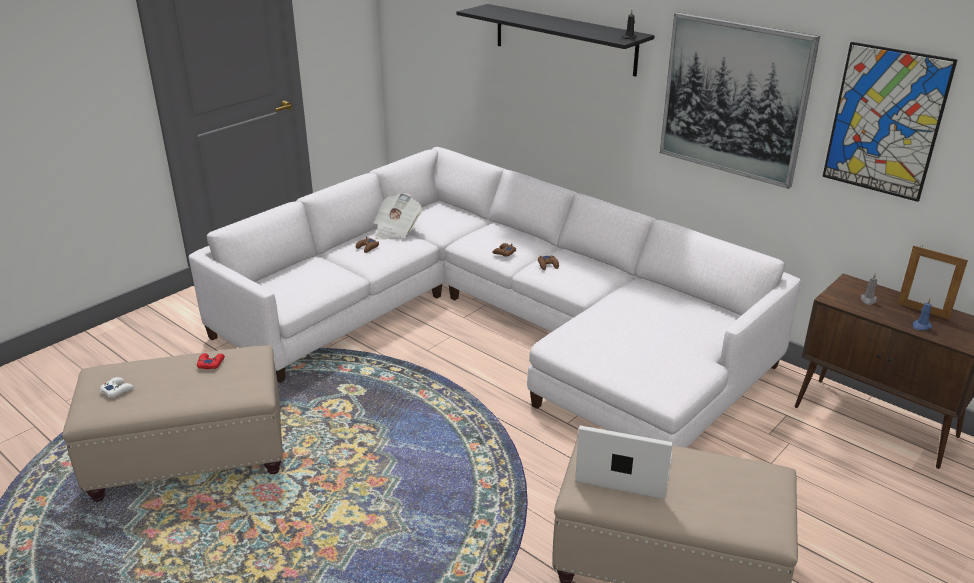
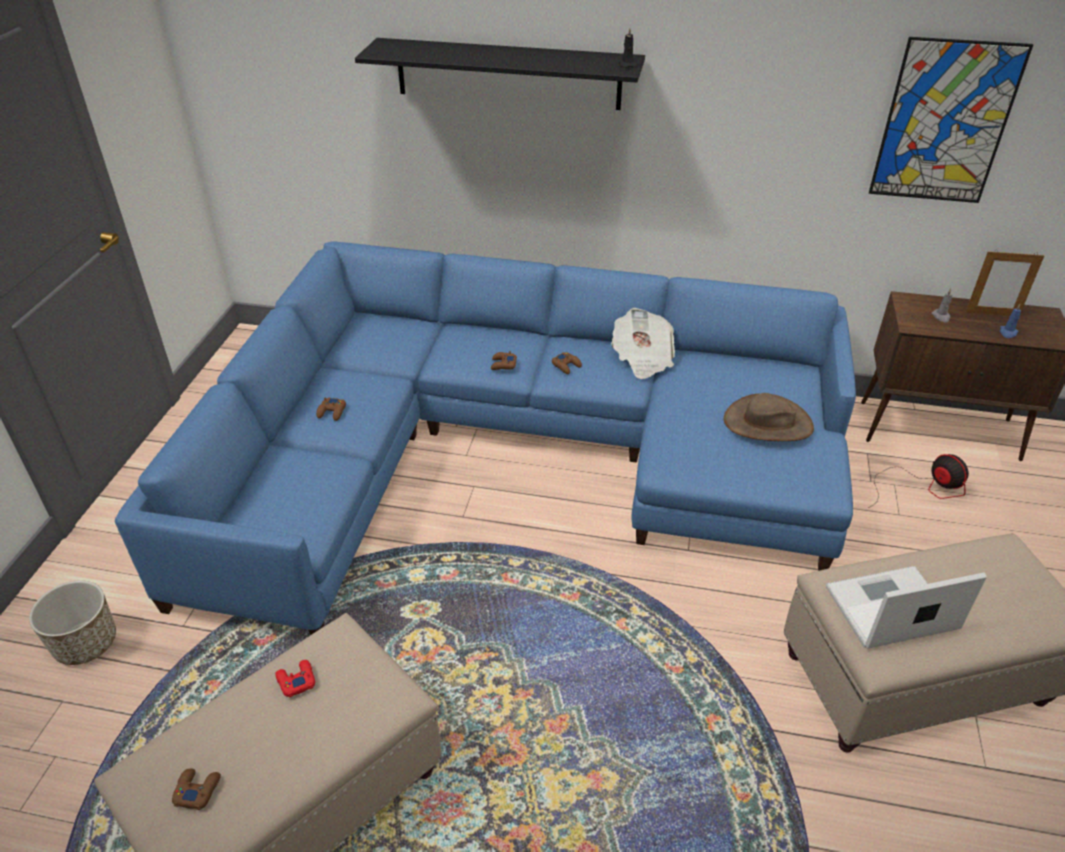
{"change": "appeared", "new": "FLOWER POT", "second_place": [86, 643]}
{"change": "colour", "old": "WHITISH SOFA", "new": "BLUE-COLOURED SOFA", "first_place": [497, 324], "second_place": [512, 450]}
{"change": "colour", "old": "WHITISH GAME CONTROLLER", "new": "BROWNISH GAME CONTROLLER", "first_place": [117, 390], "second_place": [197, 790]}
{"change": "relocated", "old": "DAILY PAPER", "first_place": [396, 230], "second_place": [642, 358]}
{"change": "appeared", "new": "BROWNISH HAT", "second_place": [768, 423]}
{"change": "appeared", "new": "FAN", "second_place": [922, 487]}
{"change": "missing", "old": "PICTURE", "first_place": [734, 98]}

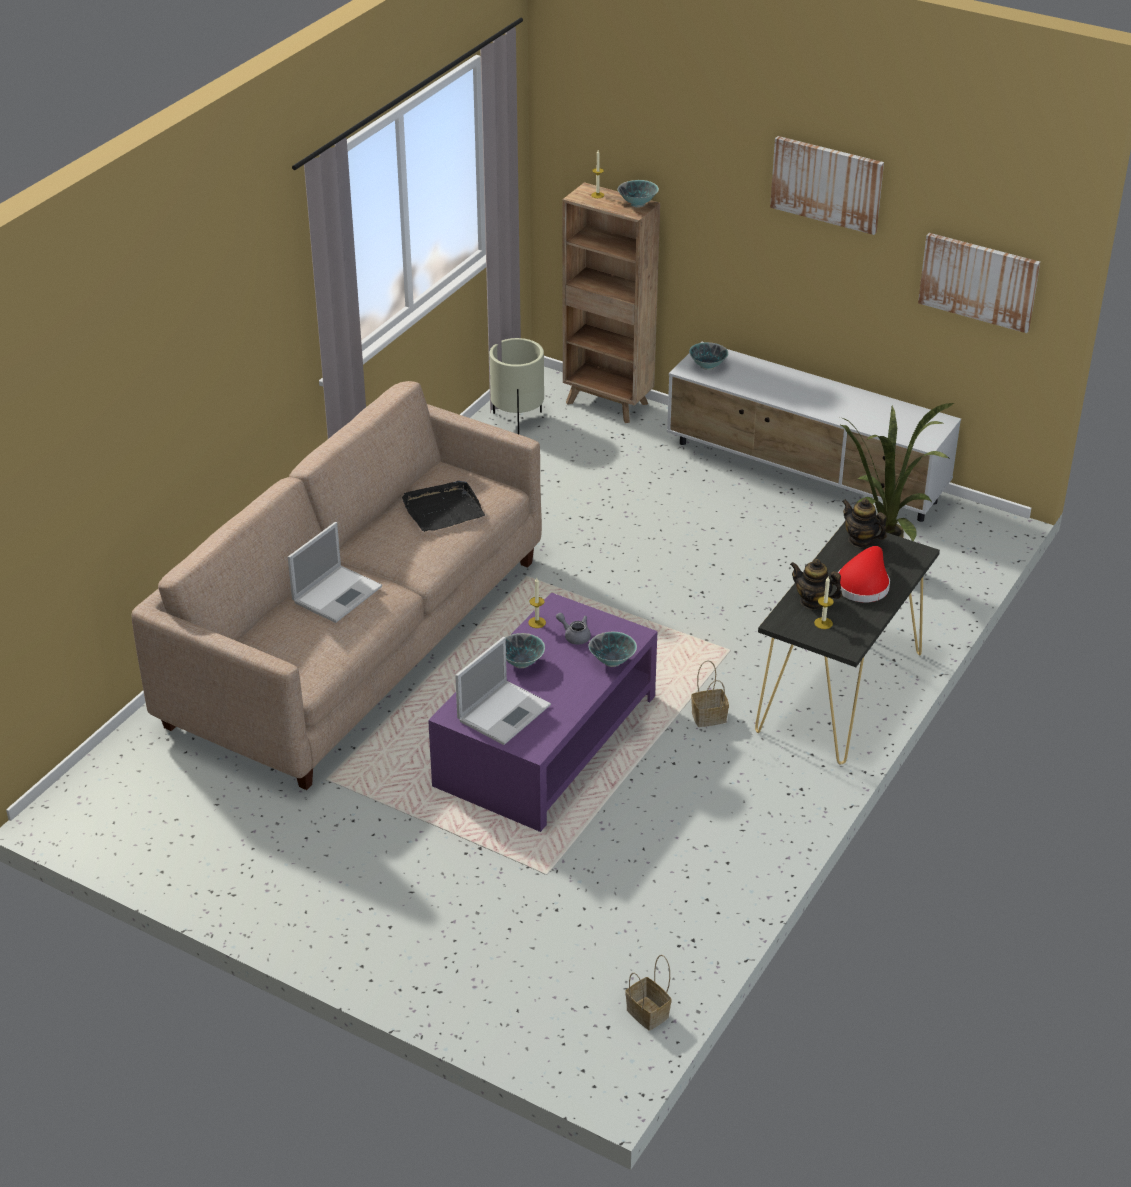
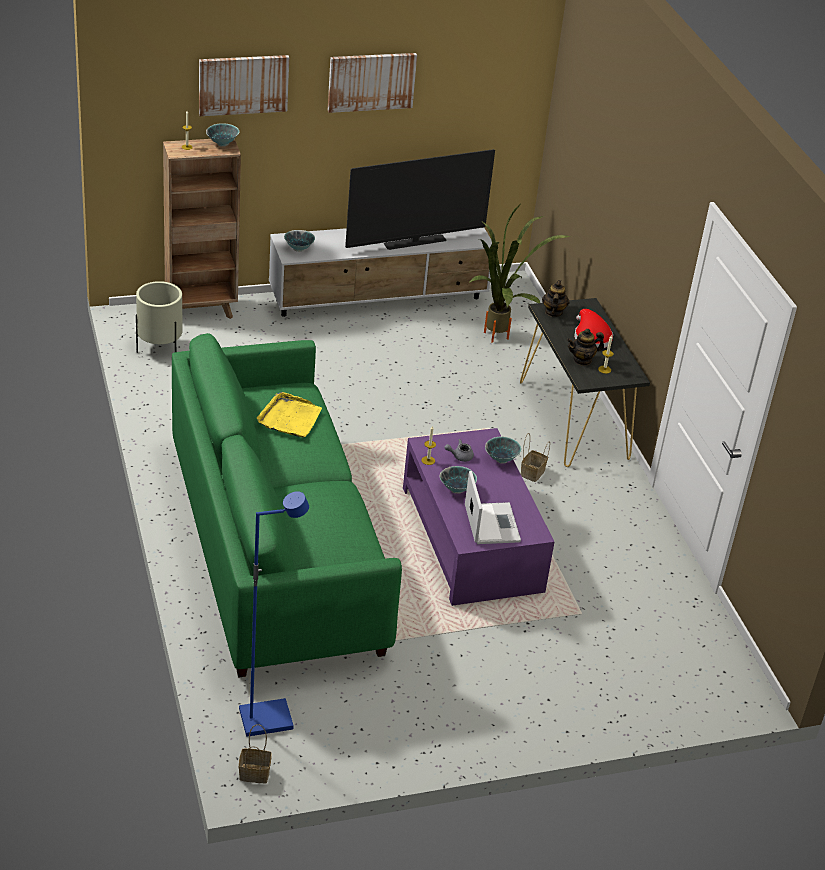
{"change": "colour", "old": "BEIGE-COLOURED SOFA", "new": "GREEN-COLOURED SOFA", "first_place": [357, 641], "second_place": [275, 547]}
{"change": "relocated", "old": "PICTURE", "first_place": [979, 281], "second_place": [243, 84]}
{"change": "appeared", "new": "BLUE-COLOURED STANDARD LAMP", "second_place": [266, 718]}
{"change": "relocated", "old": "STORAGE BASKET", "first_place": [649, 1013], "second_place": [255, 773]}
{"change": "colour", "old": "BLACK-COLOURED CARRYING TRAY", "new": "YELLOWISH CARRYING TRAY", "first_place": [442, 510], "second_place": [289, 418]}
{"change": "appeared", "new": "TELEVISION", "second_place": [415, 242]}
{"change": "spun", "old": "POT FOR TEA", "first_place": [861, 540], "second_place": [553, 312], "degrees": 105}
{"change": "missing", "old": "NOTEBOOK COMPUTER", "first_place": [338, 593]}

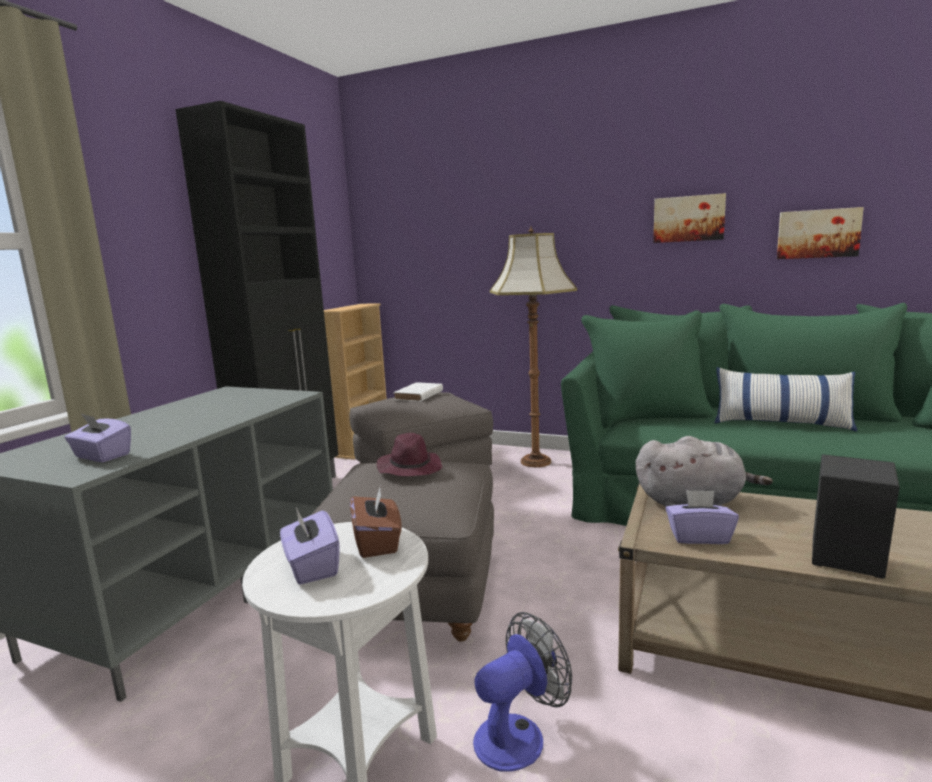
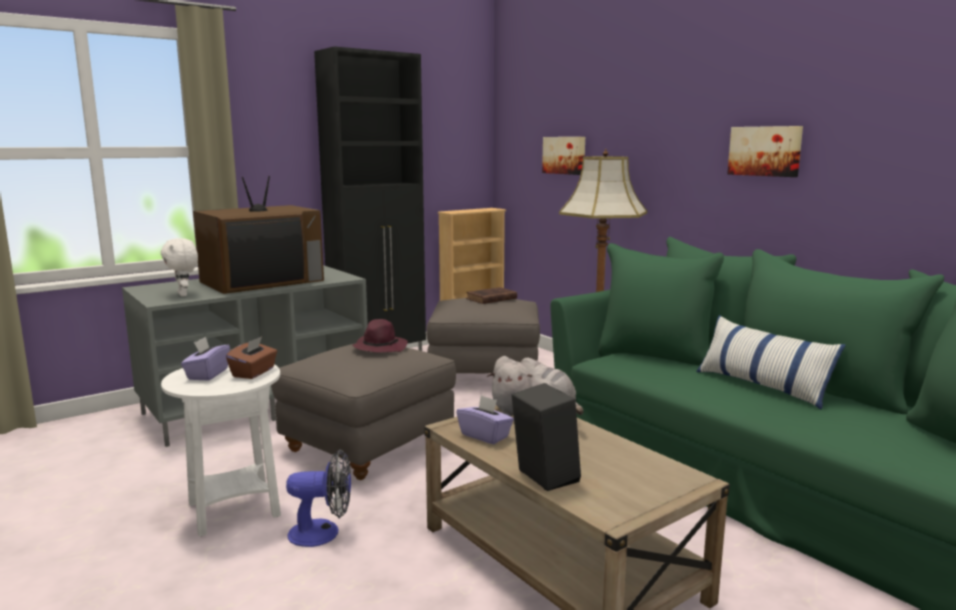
{"change": "exchanged", "old": "PURPLISH TISSUE HOLDER", "new": "WHITISH SOFT TOY", "first_place": [102, 456], "second_place": [184, 295]}
{"change": "appeared", "new": "TELEVISION", "second_place": [263, 281]}
{"change": "colour", "old": "WHITISH VOLUME", "new": "BROWNISH VOLUME", "first_place": [418, 395], "second_place": [490, 299]}
{"change": "relocated", "old": "PICTURE", "first_place": [818, 234], "second_place": [565, 155]}

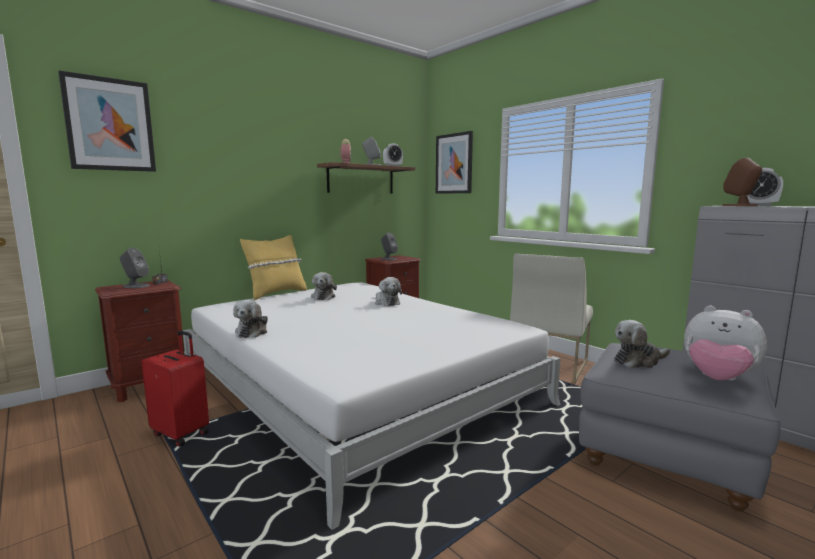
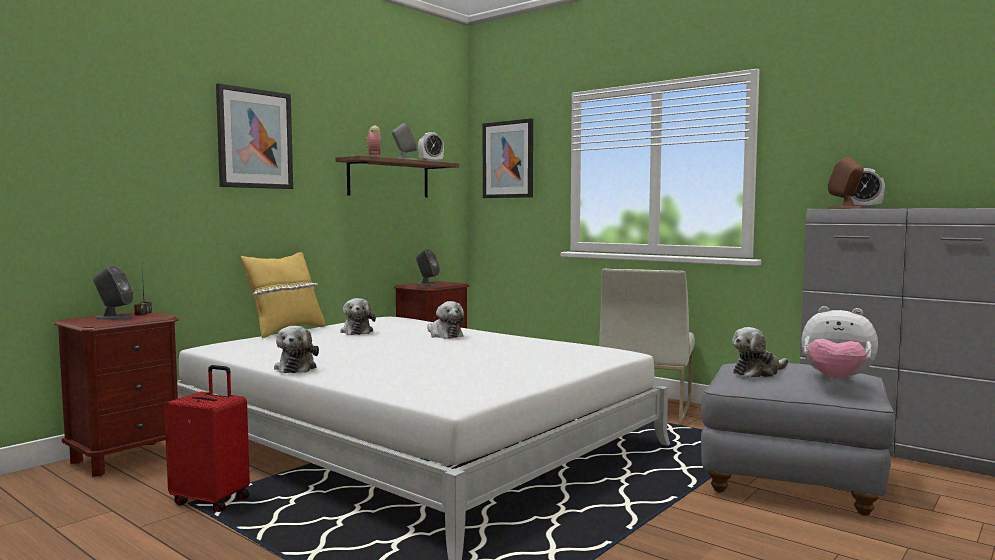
{"change": "relocated", "old": "PICTURE", "first_place": [110, 124], "second_place": [255, 139]}

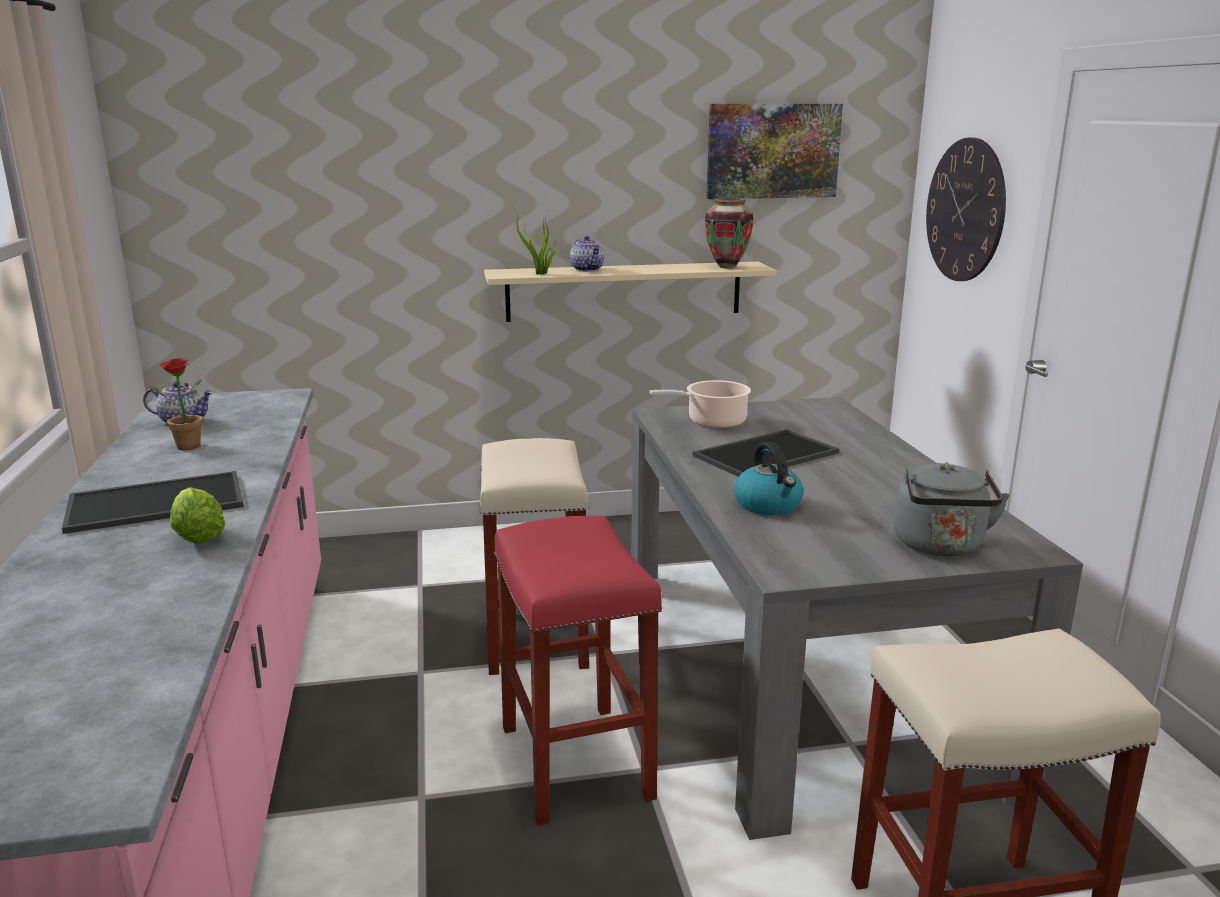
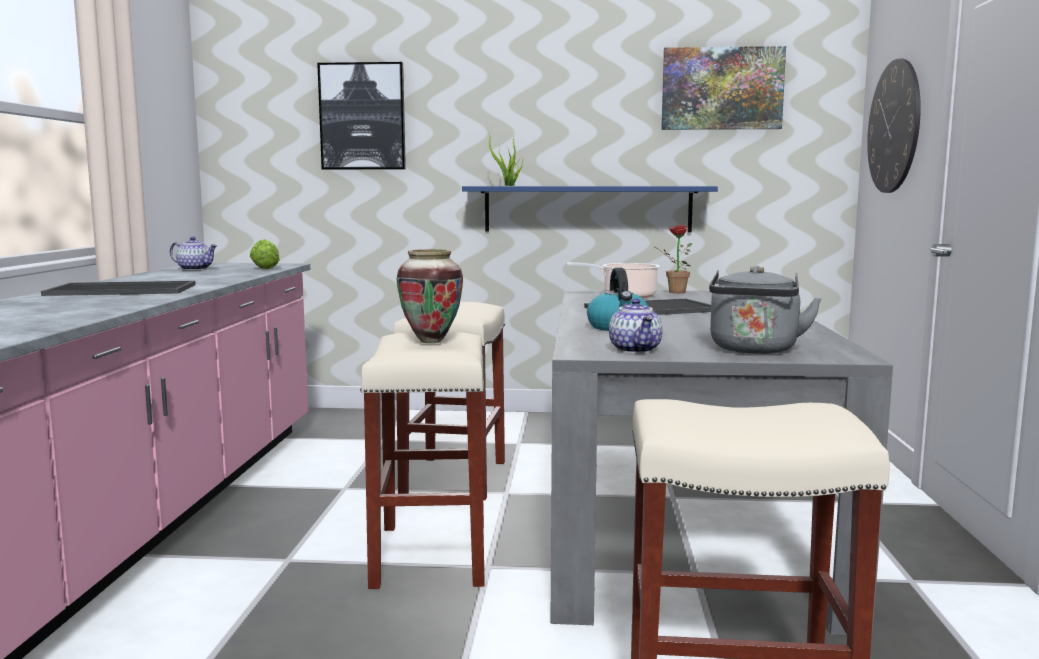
{"change": "relocated", "old": "HEAD OF LETTUCE", "first_place": [197, 535], "second_place": [265, 268]}
{"change": "appeared", "new": "PICTURE", "second_place": [362, 117]}
{"change": "colour", "old": "RED SITTING STOOL", "new": "BEIGE-COLOURED SITTING STOOL", "first_place": [573, 761], "second_place": [429, 554]}
{"change": "relocated", "old": "DECORATIVE VASE", "first_place": [727, 267], "second_place": [431, 341]}
{"change": "colour", "old": "BEIGE-COLOURED SHELF", "new": "BLUE-COLOURED SHELF", "first_place": [624, 291], "second_place": [587, 209]}
{"change": "relocated", "old": "POT FOR TEA", "first_place": [588, 270], "second_place": [636, 350]}
{"change": "relocated", "old": "HOUSEPLANT", "first_place": [183, 446], "second_place": [673, 292]}

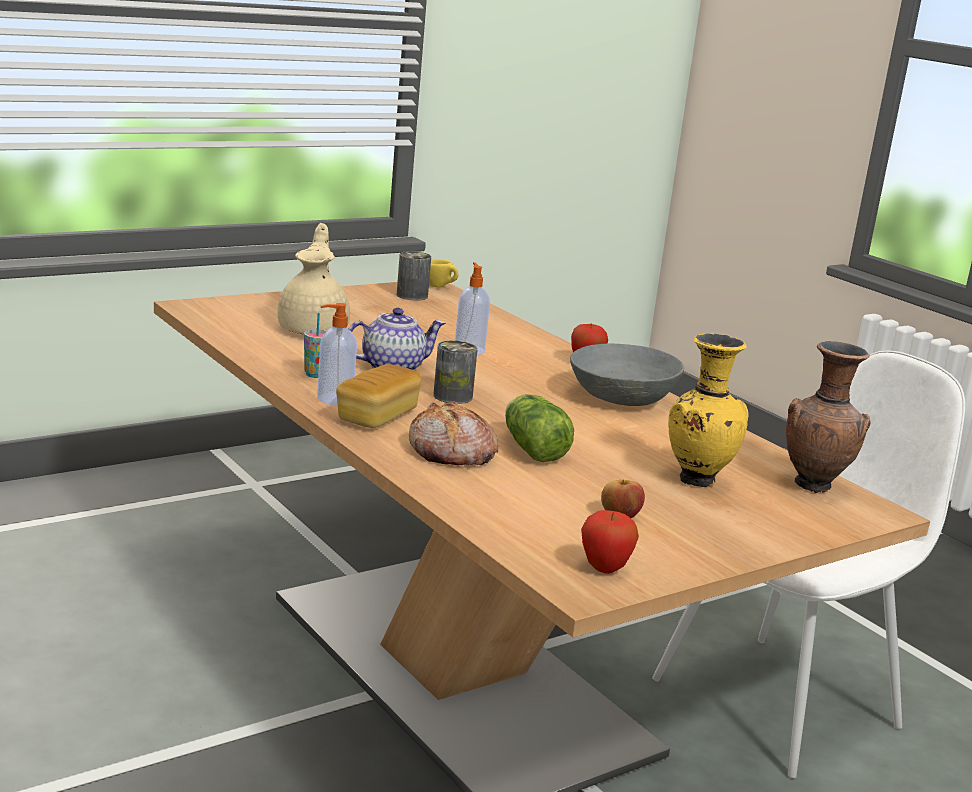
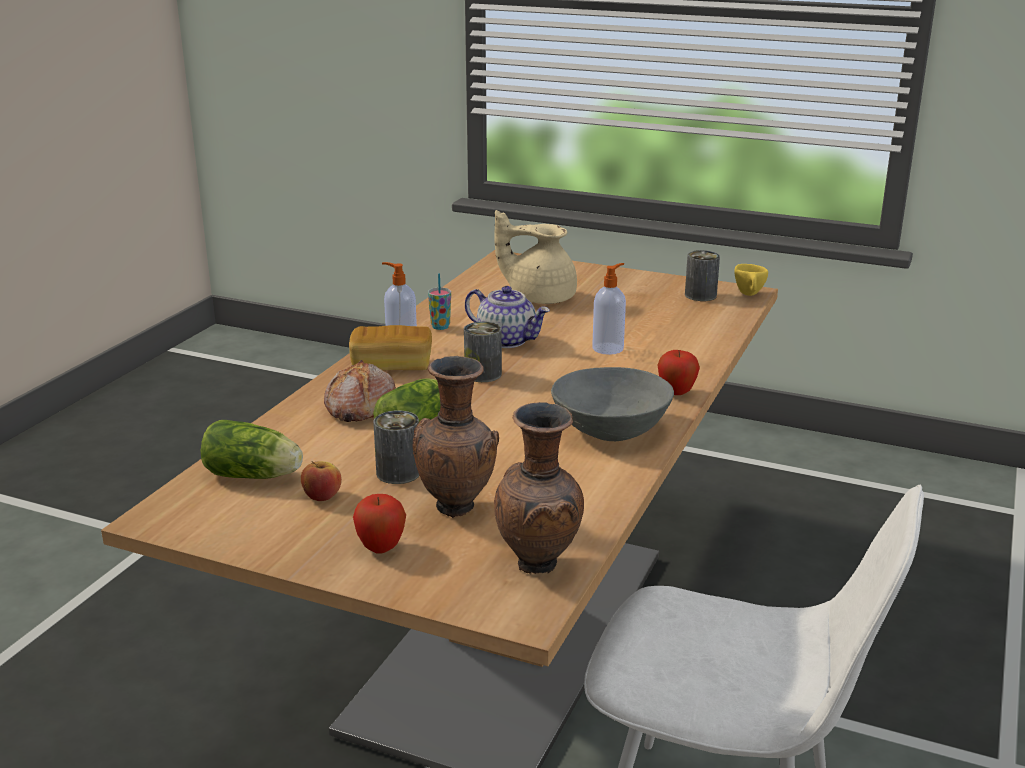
{"change": "appeared", "new": "HEAD OF LETTUCE", "second_place": [255, 476]}
{"change": "relocated", "old": "APPLE FRUIT", "first_place": [604, 568], "second_place": [381, 548]}
{"change": "appeared", "new": "METAL CAN", "second_place": [398, 473]}
{"change": "colour", "old": "YELLOWISH DECORATIVE VASE", "new": "BROWNISH DECORATIVE VASE", "first_place": [696, 480], "second_place": [458, 507]}
{"change": "spun", "old": "BEIGE-COLOURED POT FOR TEA", "first_place": [314, 329], "second_place": [539, 297], "degrees": -135}

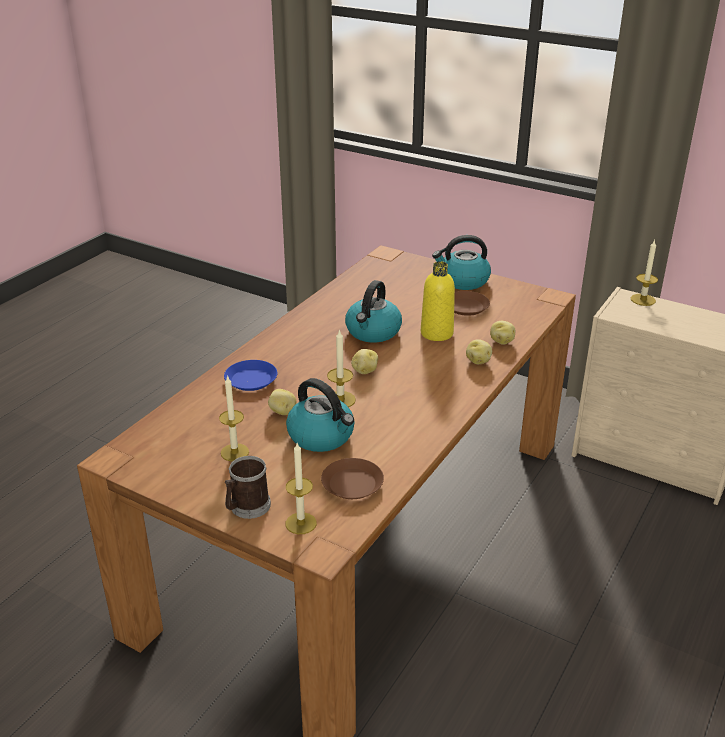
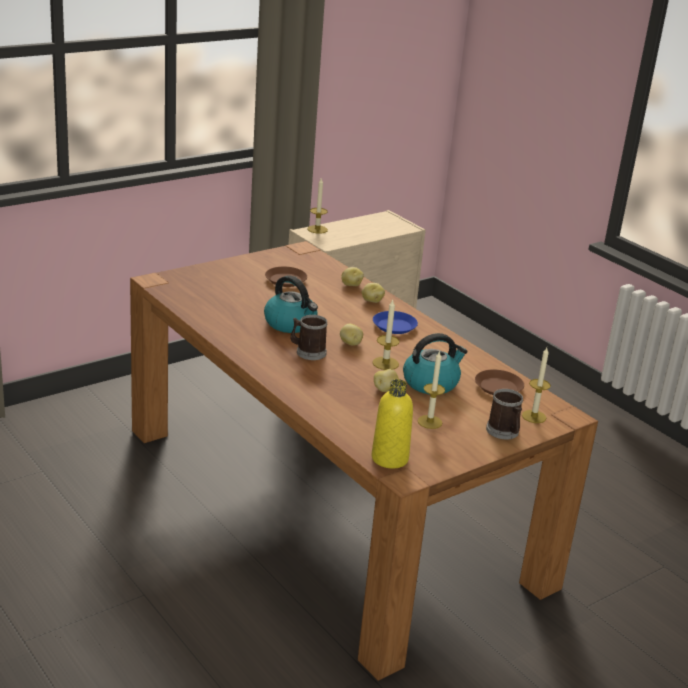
{"change": "appeared", "new": "TEA MUG", "second_place": [308, 352]}
{"change": "relocated", "old": "YELLOWISH DRINK BOTTLE", "first_place": [436, 333], "second_place": [389, 458]}
{"change": "relocated", "old": "BLUE-COLOURED DINNER PLATE", "first_place": [250, 380], "second_place": [394, 326]}
{"change": "missing", "old": "KETTLE", "first_place": [463, 281]}

